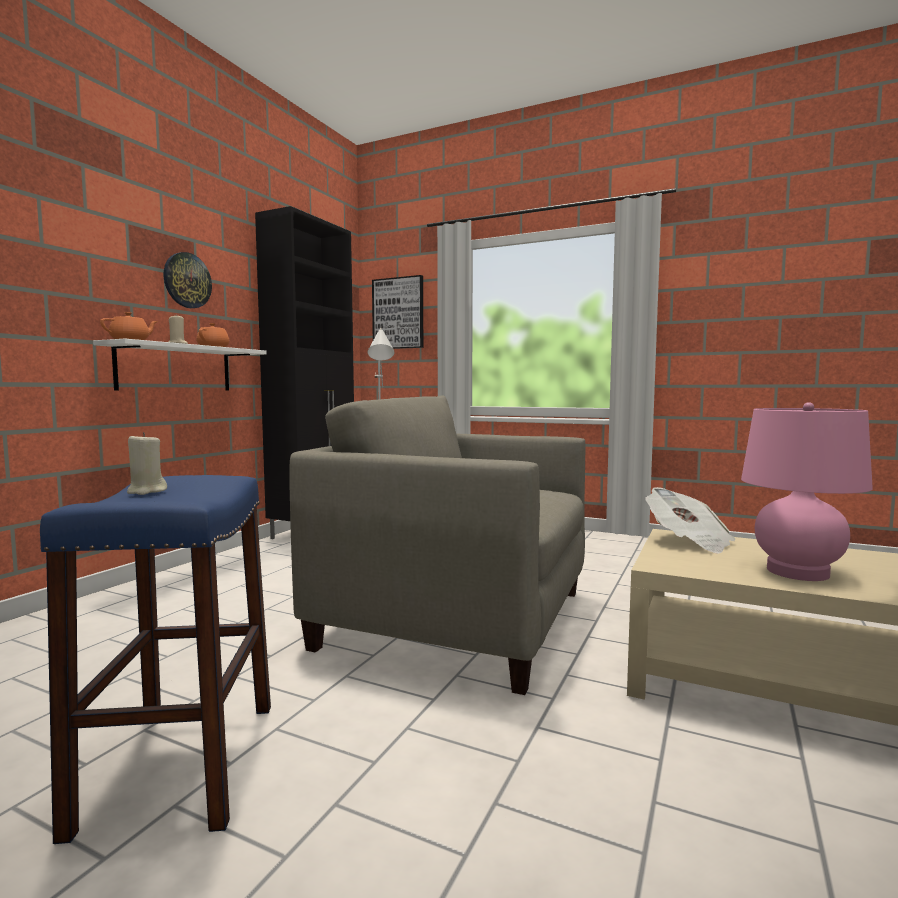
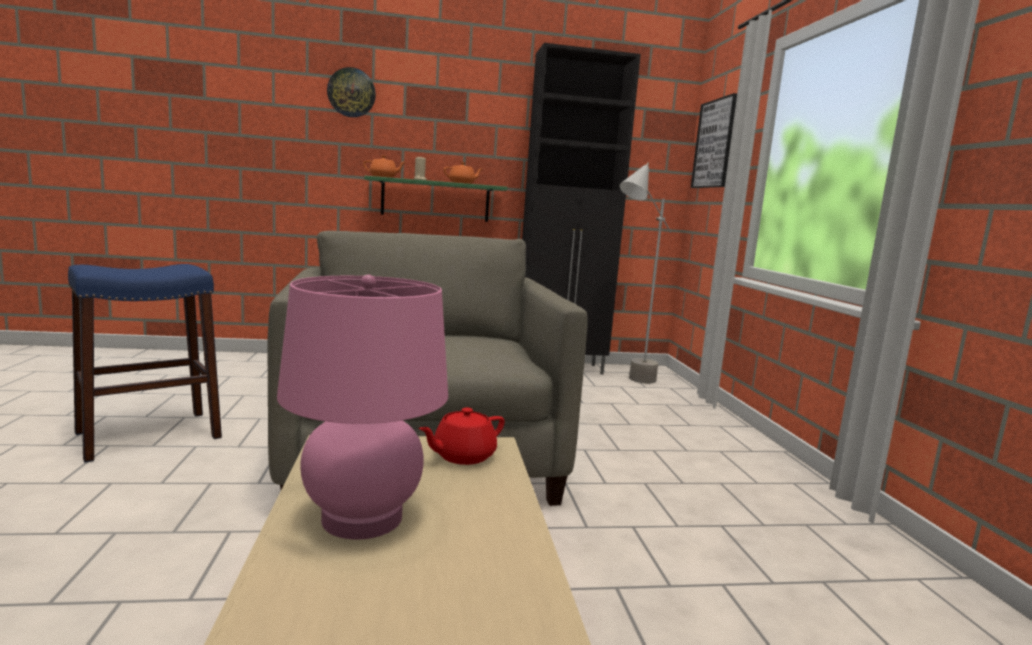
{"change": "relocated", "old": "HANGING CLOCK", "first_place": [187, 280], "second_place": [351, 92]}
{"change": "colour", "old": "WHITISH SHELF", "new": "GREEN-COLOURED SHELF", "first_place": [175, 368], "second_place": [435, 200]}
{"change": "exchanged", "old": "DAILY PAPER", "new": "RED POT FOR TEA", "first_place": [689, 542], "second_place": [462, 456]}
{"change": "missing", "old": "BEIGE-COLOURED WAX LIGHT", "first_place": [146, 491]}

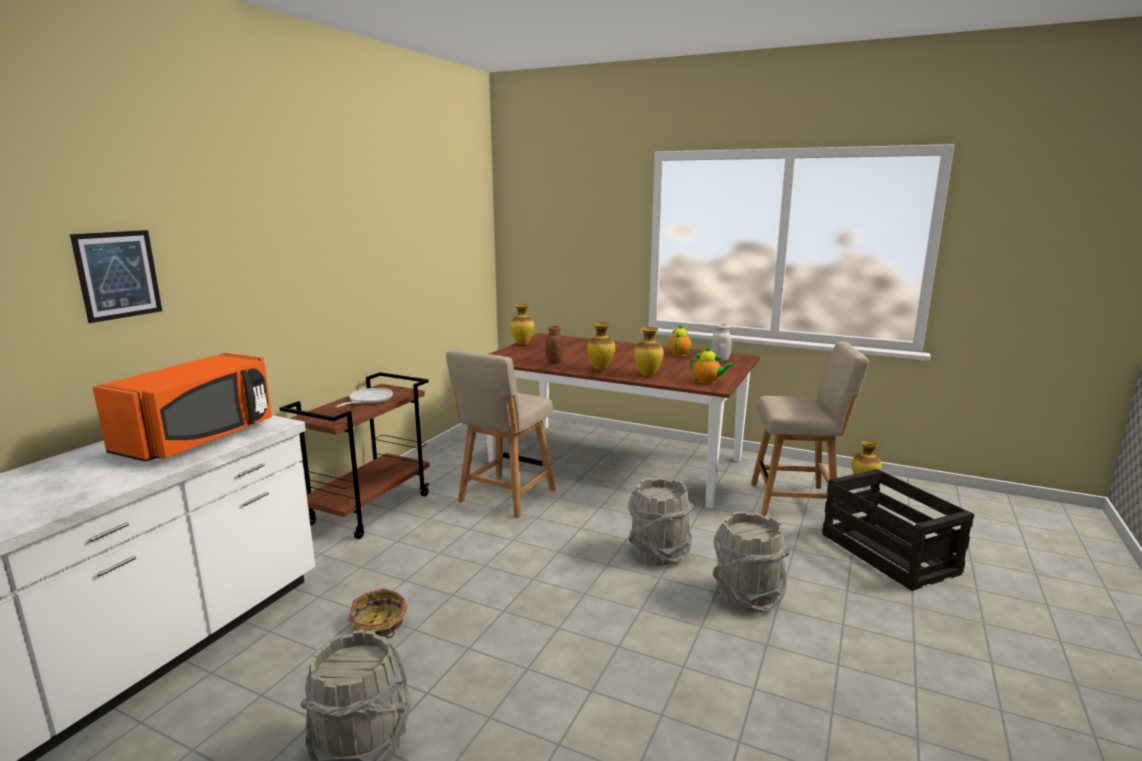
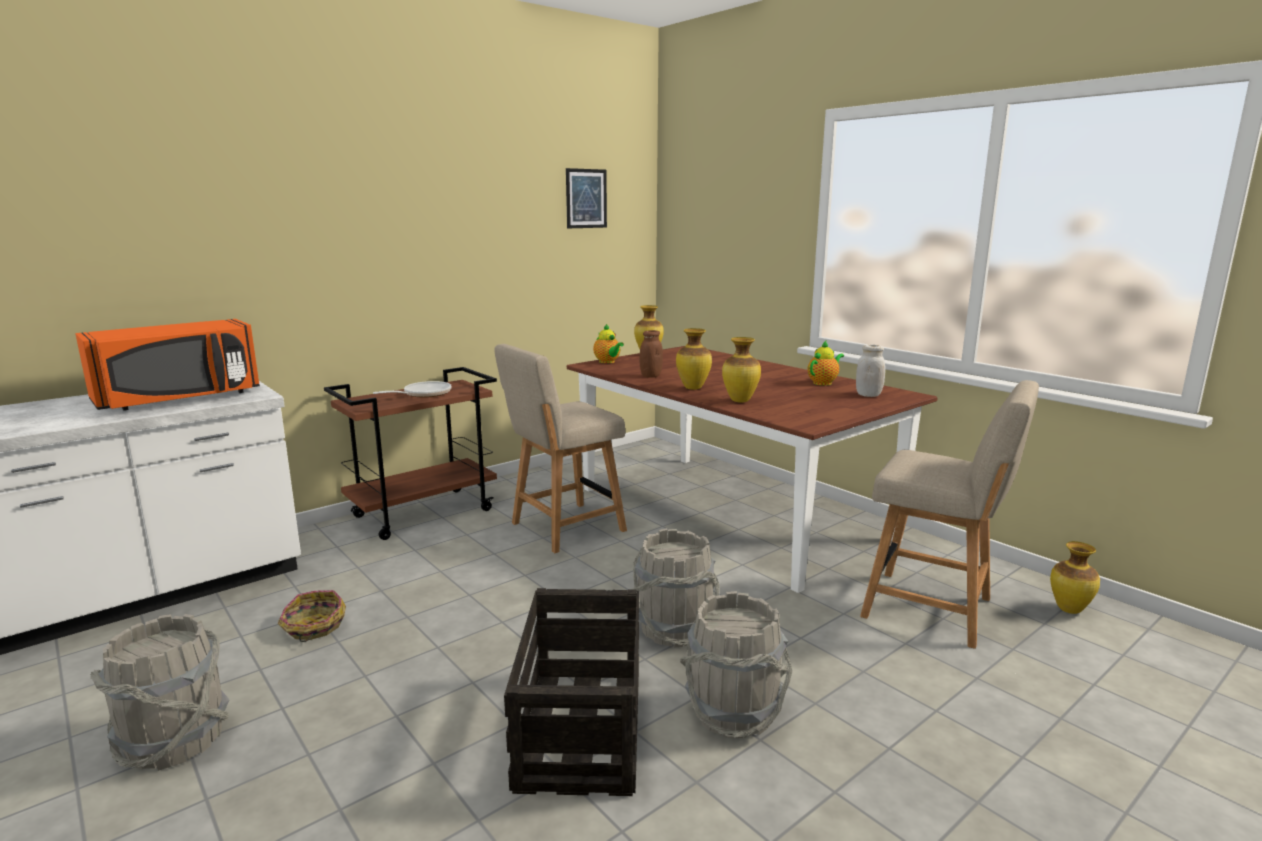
{"change": "relocated", "old": "SHIPPING CRATE", "first_place": [889, 554], "second_place": [581, 728]}
{"change": "relocated", "old": "PICTURE", "first_place": [118, 275], "second_place": [586, 198]}
{"change": "relocated", "old": "POT FOR TEA", "first_place": [708, 382], "second_place": [608, 362]}

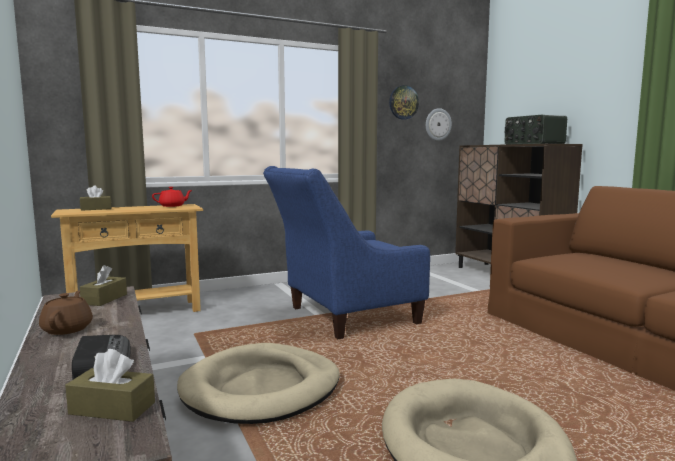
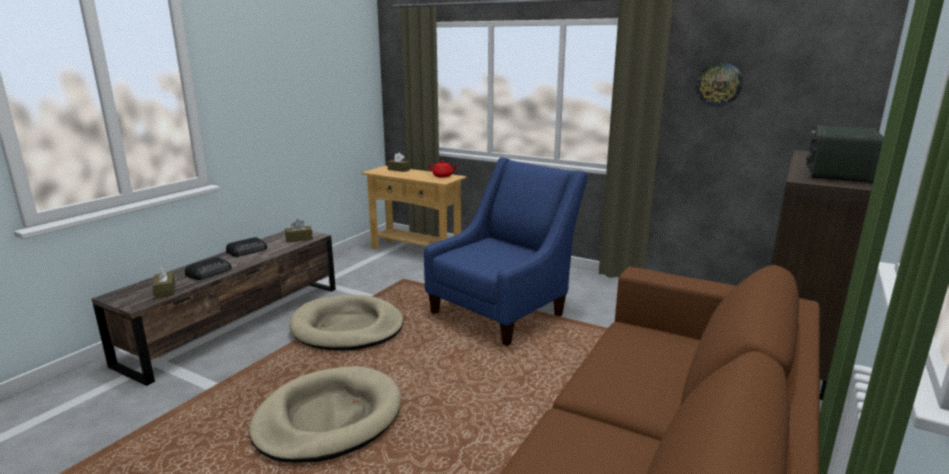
{"change": "exchanged", "old": "BROWNISH POT FOR TEA", "new": "RADIO SET", "first_place": [68, 329], "second_place": [248, 250]}
{"change": "spun", "old": "BLUE-COLOURED LOUNGE CHAIR", "first_place": [344, 317], "second_place": [503, 311], "degrees": 105}
{"change": "missing", "old": "HANGING CLOCK", "first_place": [438, 124]}

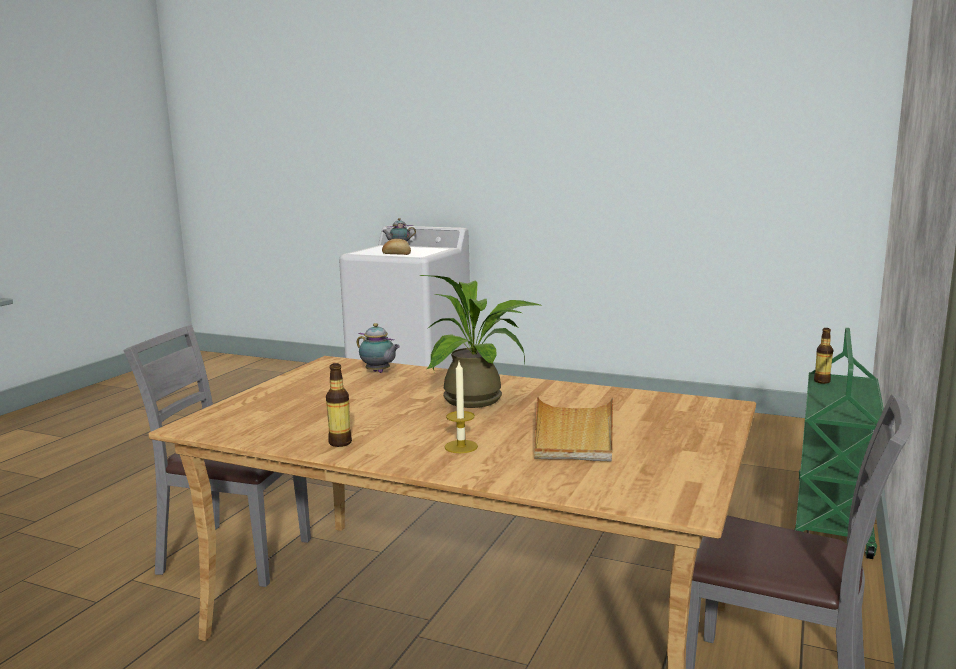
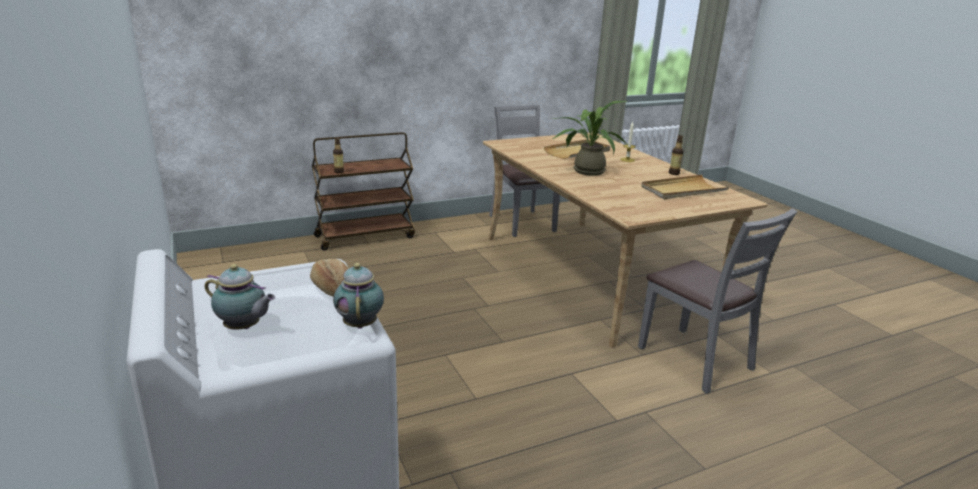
{"change": "colour", "old": "GREEN-COLOURED CART", "new": "BROWNISH CART", "first_place": [833, 518], "second_place": [365, 236]}
{"change": "relocated", "old": "POT FOR TEA", "first_place": [379, 372], "second_place": [360, 323]}
{"change": "appeared", "new": "BEIGE-COLOURED CARRYING TRAY", "second_place": [683, 190]}

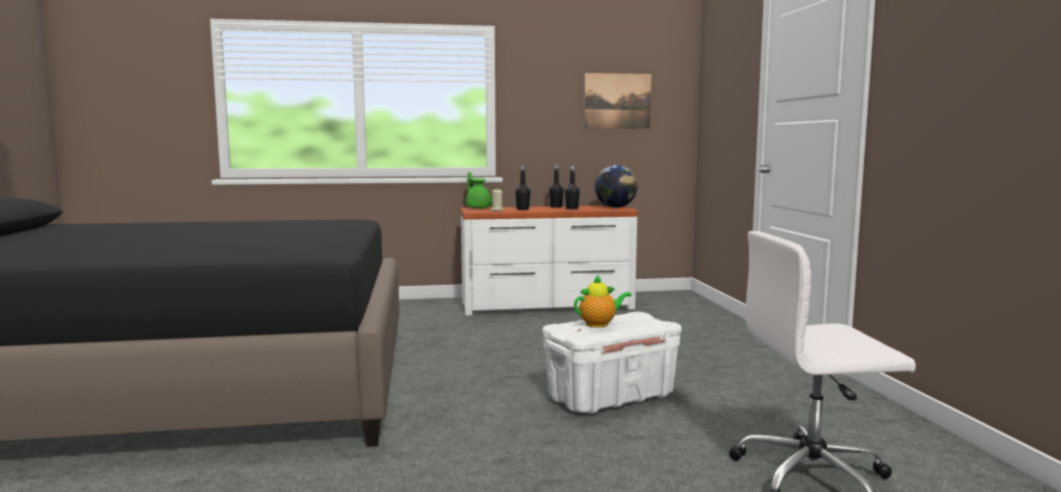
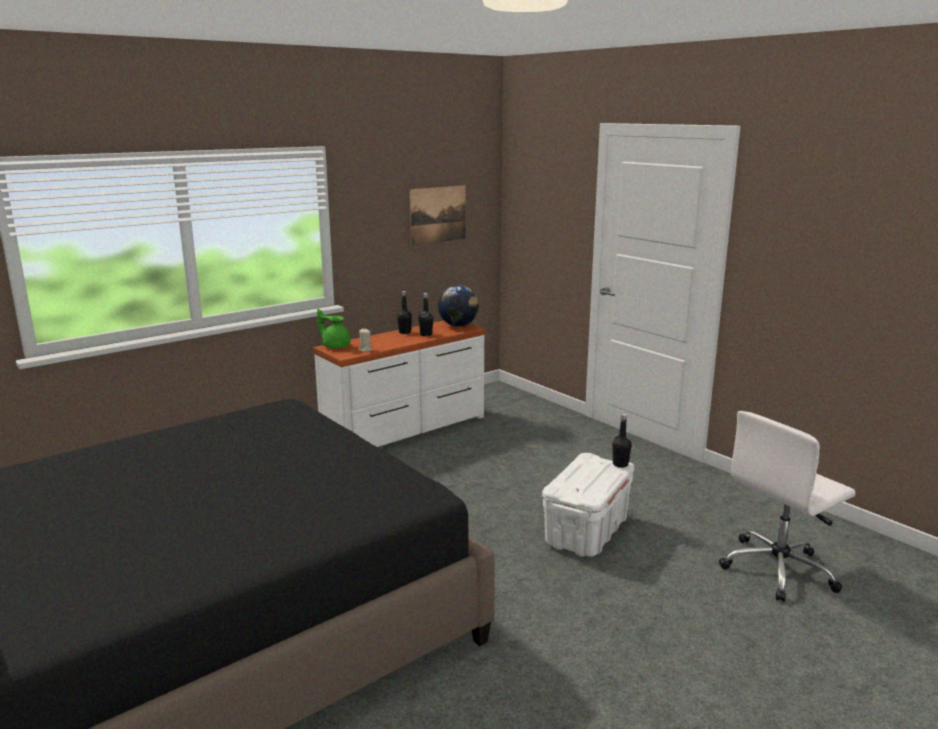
{"change": "relocated", "old": "BLACK-COLOURED DRINK BOTTLE", "first_place": [522, 209], "second_place": [620, 464]}
{"change": "missing", "old": "POT FOR TEA", "first_place": [599, 324]}

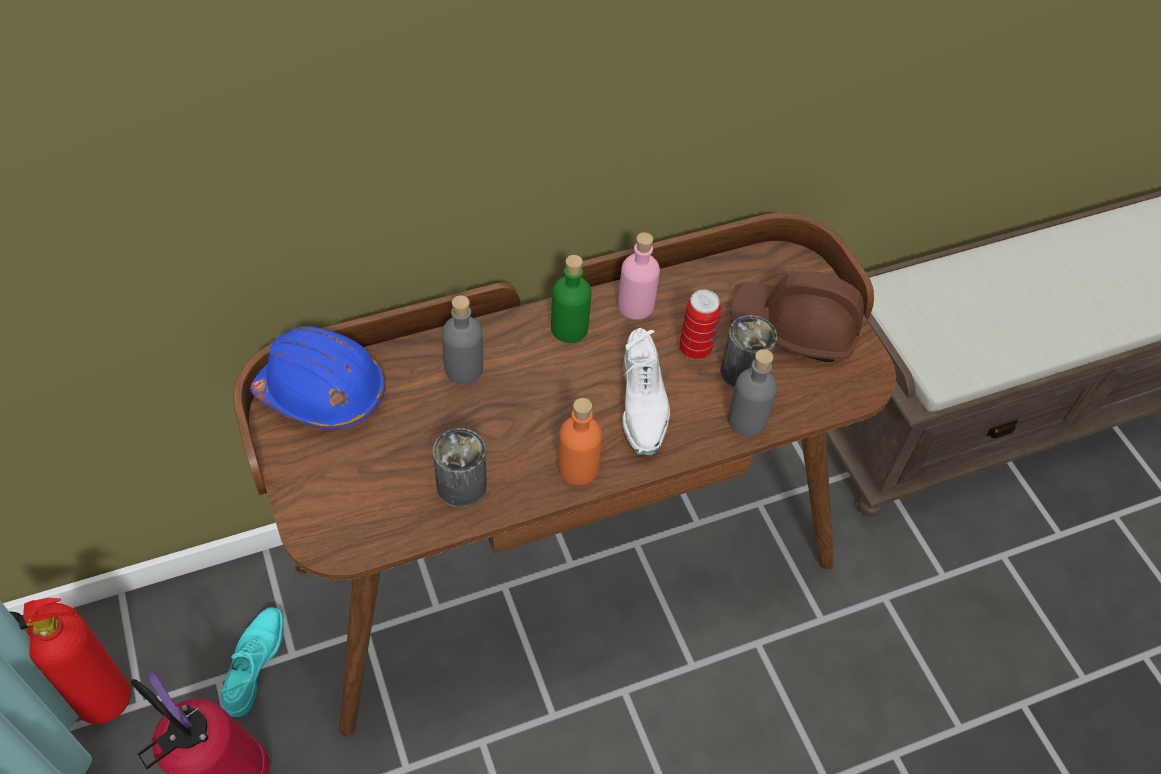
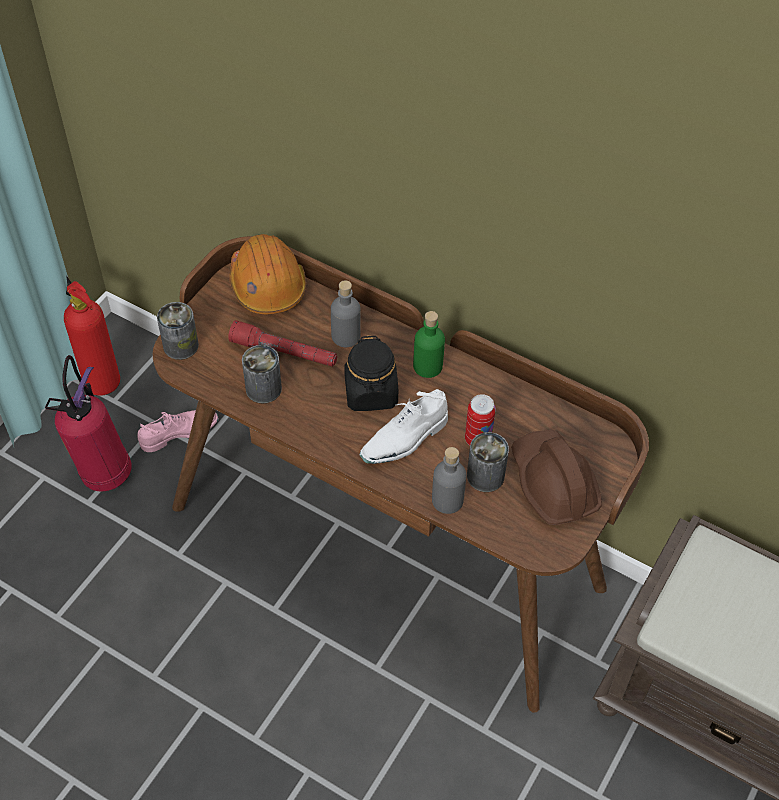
{"change": "colour", "old": "TURQUOISE-COLOURED LOW SHOE", "new": "PINKISH LOW SHOE", "first_place": [254, 664], "second_place": [179, 433]}
{"change": "appeared", "new": "METAL CAN", "second_place": [181, 345]}
{"change": "appeared", "new": "RED HAND TORCH", "second_place": [284, 352]}
{"change": "colour", "old": "BLUE-COLOURED SAFETY HELMET", "new": "ORANGEY SAFETY HELMET", "first_place": [320, 390], "second_place": [267, 284]}
{"change": "appeared", "new": "BLACK-COLOURED PRESERVE JAR", "second_place": [371, 393]}
{"change": "missing", "old": "ORANGEY DRINK BOTTLE", "first_place": [578, 468]}
{"change": "missing", "old": "PINKISH DRINK BOTTLE", "first_place": [635, 305]}

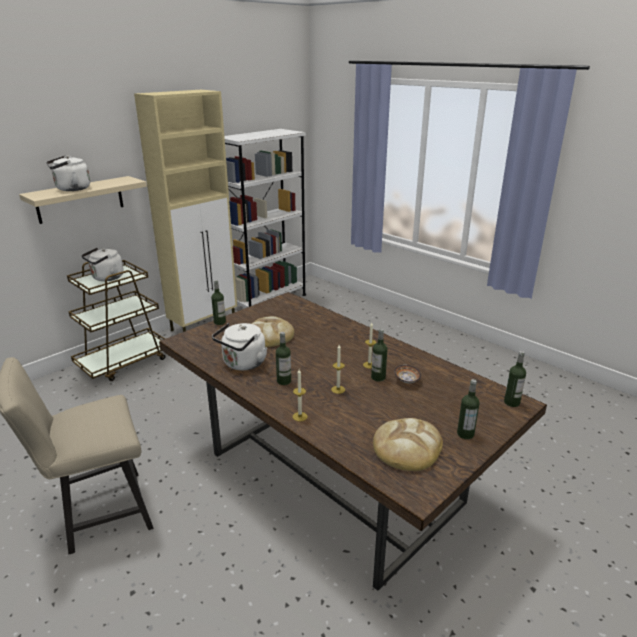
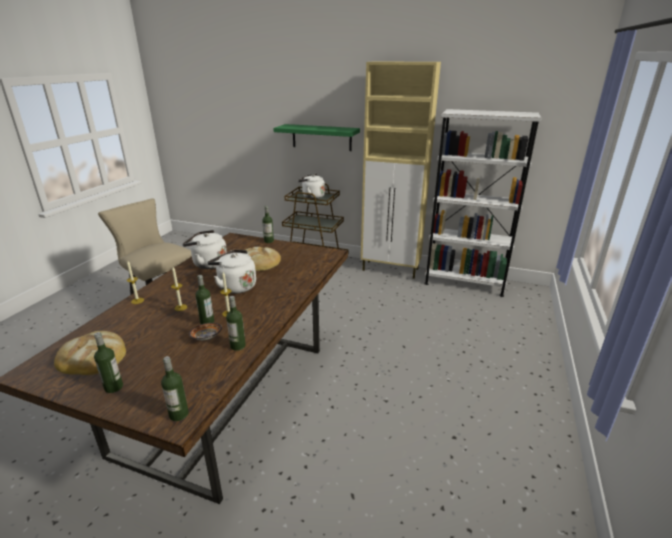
{"change": "relocated", "old": "WHITISH KETTLE", "first_place": [71, 189], "second_place": [235, 286]}
{"change": "relocated", "old": "DRINK BOTTLE", "first_place": [284, 381], "second_place": [238, 346]}
{"change": "colour", "old": "BEIGE-COLOURED SHELF", "new": "GREEN-COLOURED SHELF", "first_place": [80, 199], "second_place": [321, 137]}

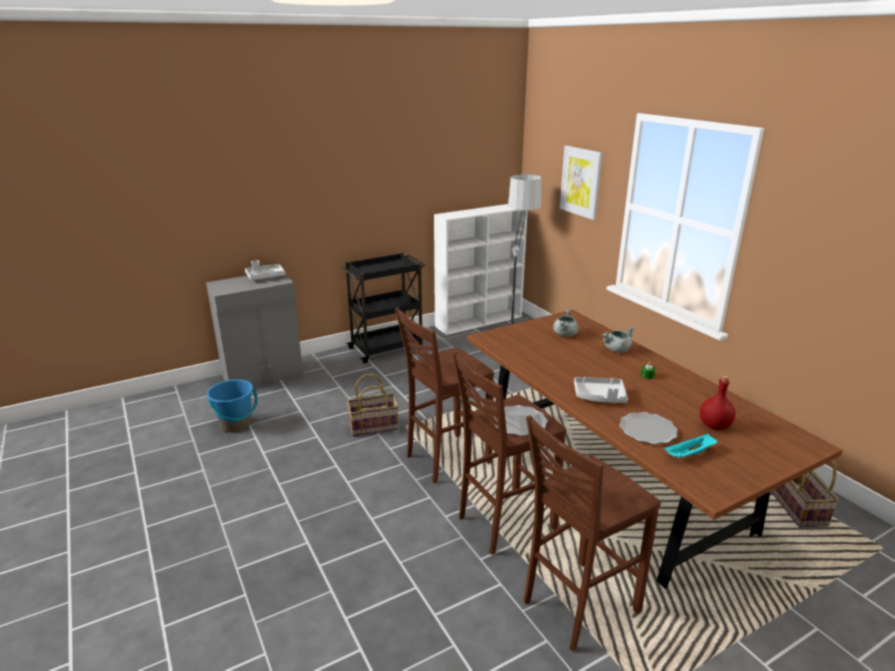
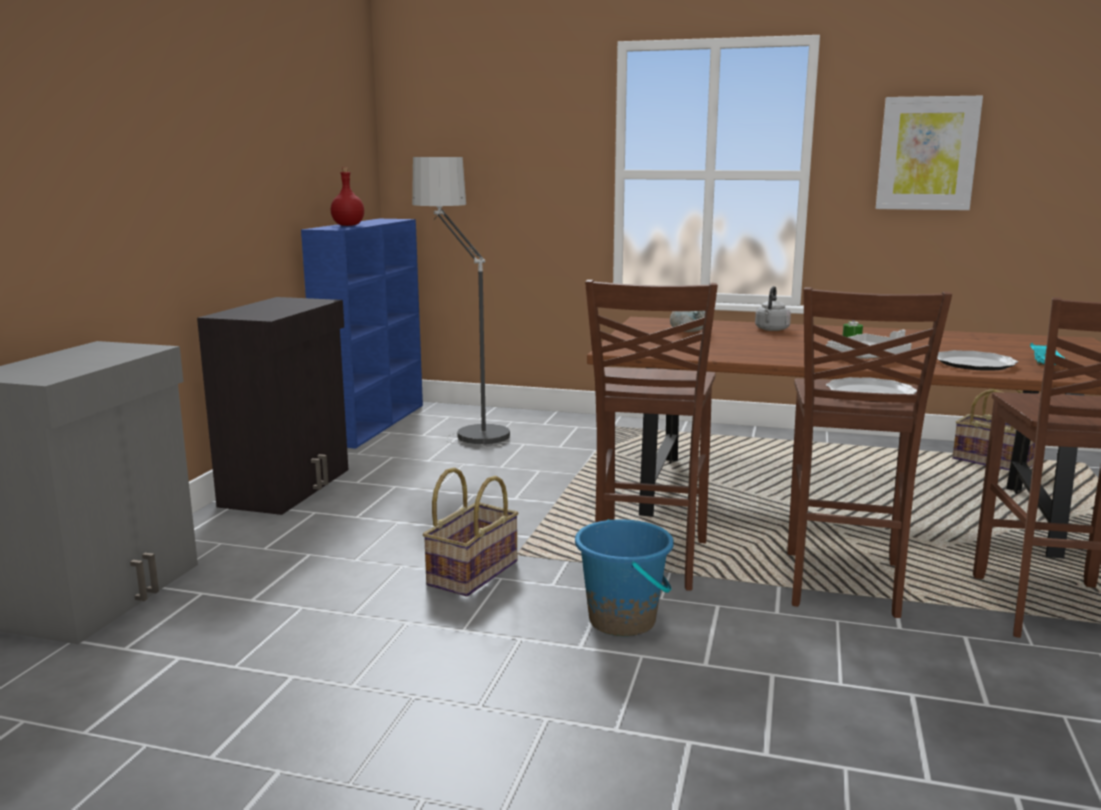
{"change": "exchanged", "old": "BLACK-COLOURED CART", "new": "BLACK-COLOURED CABINET", "first_place": [387, 348], "second_place": [289, 487]}
{"change": "colour", "old": "WHITISH SHELVING UNIT", "new": "BLUE-COLOURED SHELVING UNIT", "first_place": [479, 321], "second_place": [373, 423]}
{"change": "relocated", "old": "RED DRINK BOTTLE", "first_place": [714, 425], "second_place": [348, 225]}
{"change": "relocated", "old": "BLUE-COLOURED BUCKET", "first_place": [236, 424], "second_place": [623, 620]}
{"change": "exchanged", "old": "GREYISH STOCKPOT", "new": "GREYISH KETTLE", "first_place": [617, 350], "second_place": [771, 330]}
{"change": "relocated", "old": "PICTURE", "first_place": [581, 182], "second_place": [927, 153]}
{"change": "missing", "old": "GREYISH CARRYING TRAY", "first_place": [265, 277]}

